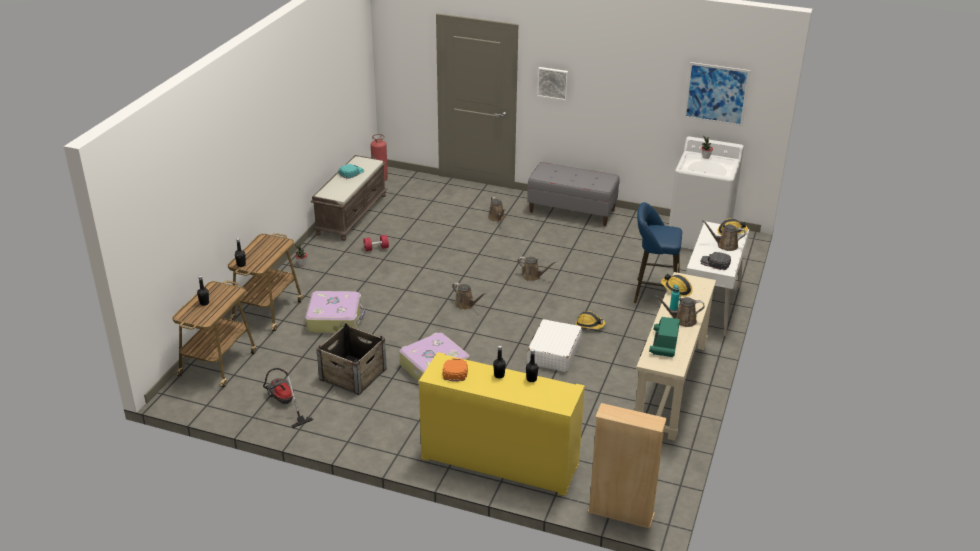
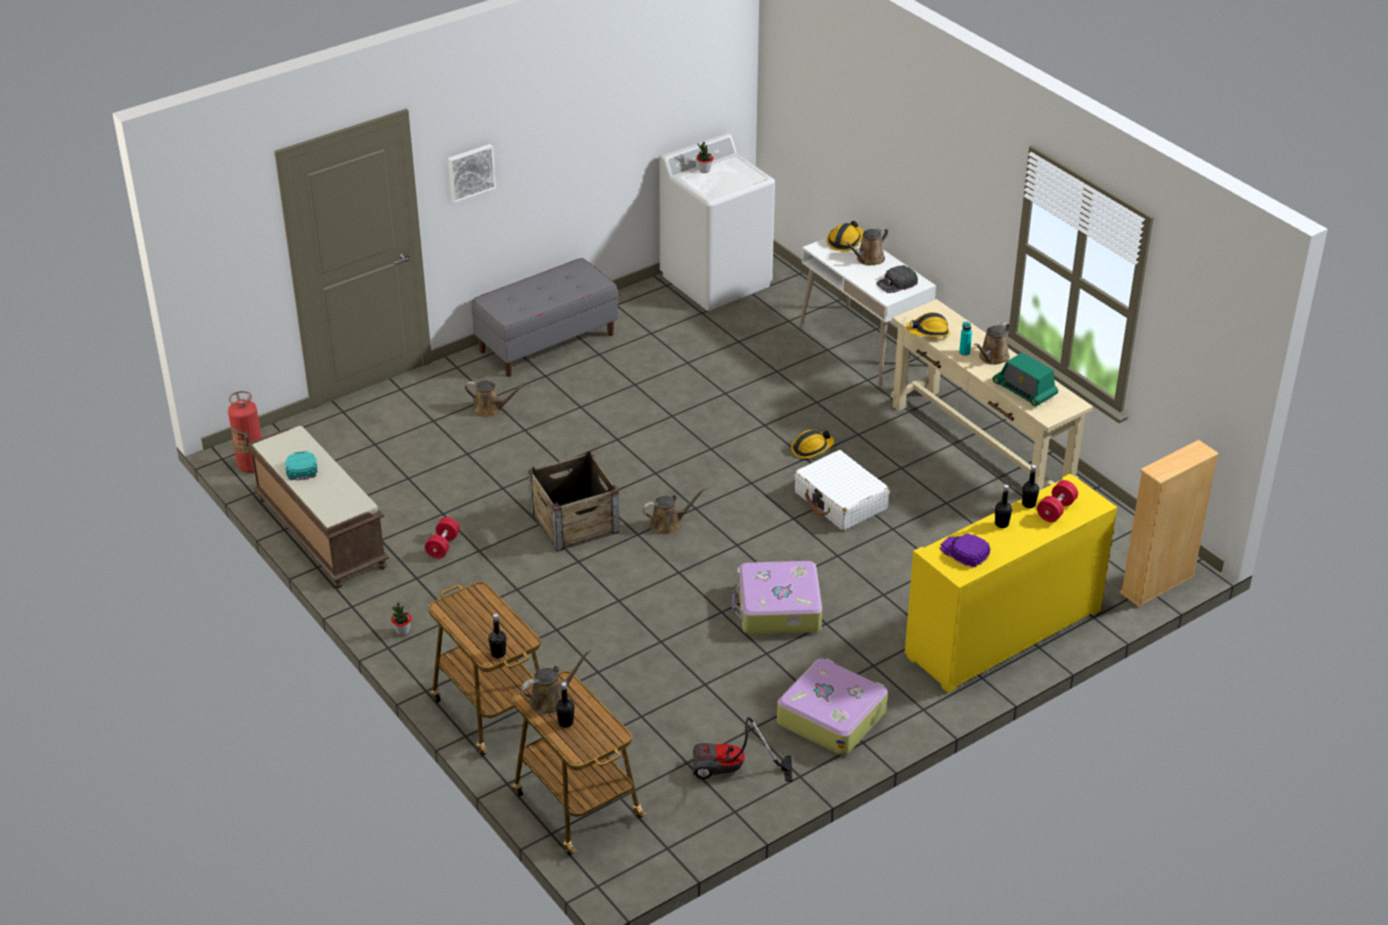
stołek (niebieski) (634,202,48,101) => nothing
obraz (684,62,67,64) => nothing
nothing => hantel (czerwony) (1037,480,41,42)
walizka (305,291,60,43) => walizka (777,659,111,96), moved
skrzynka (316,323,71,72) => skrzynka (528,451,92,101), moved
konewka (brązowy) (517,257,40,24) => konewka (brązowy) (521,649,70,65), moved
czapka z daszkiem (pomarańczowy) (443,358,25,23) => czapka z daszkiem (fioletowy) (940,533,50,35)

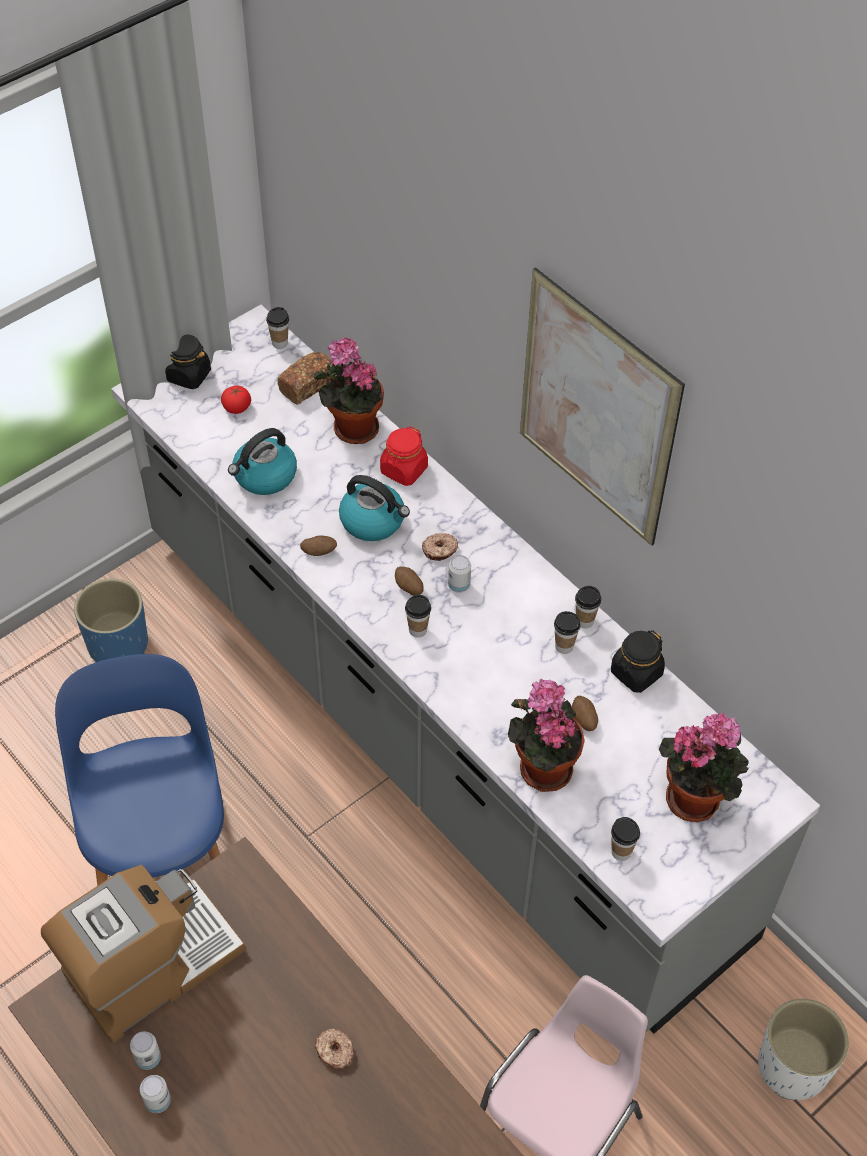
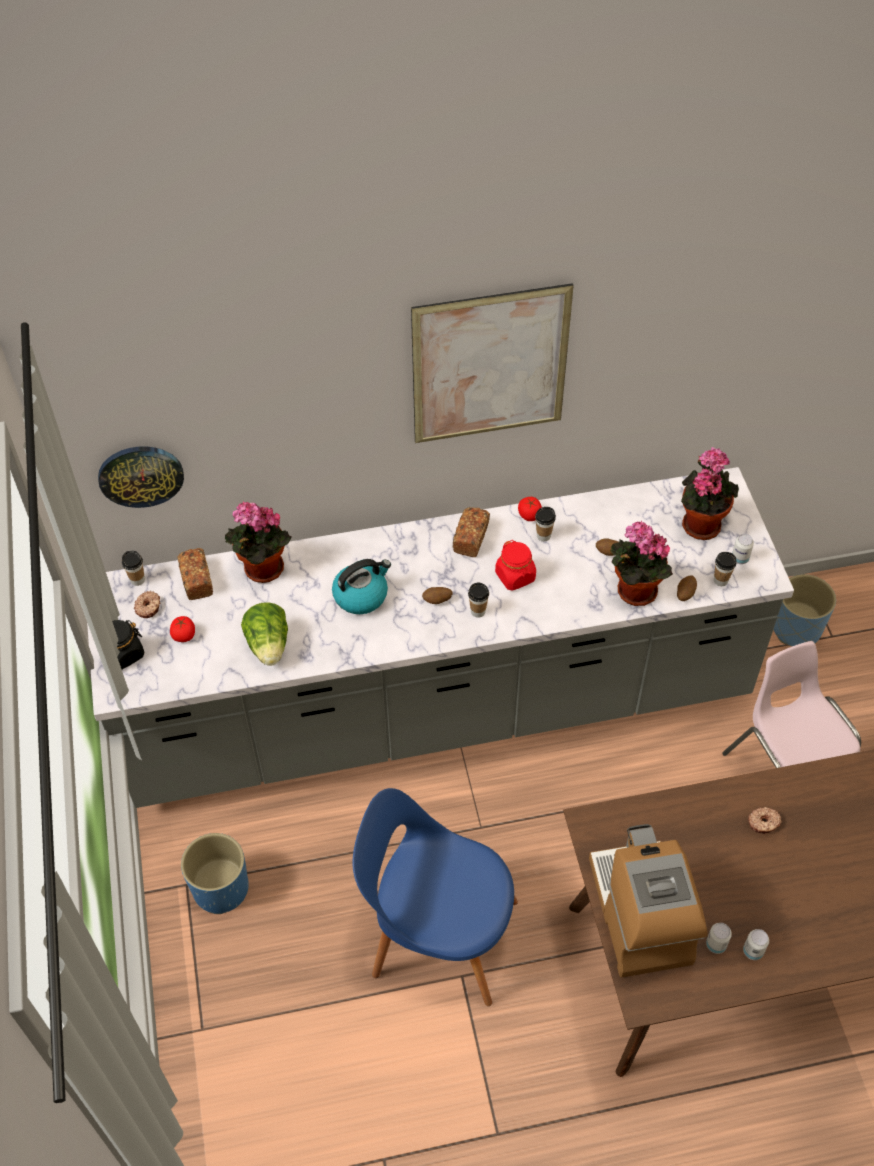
słoik (czarny) (611,630,54,63) => nothing
nothing => zegar ścienny (98,447,86,61)
nothing => chleb (453,507,37,50)
ziemniak (300,536,37,20) => ziemniak (677,575,20,26), moved
słoik (czerwony) (380,426,48,60) => słoik (czerwony) (495,540,41,51), moved
donut (422,533,37,28) => donut (134,591,26,27), moved
puszka (448,555,23,38) => puszka (732,534,22,30), moved
czajnik (228,428,69,67) => sałata (241,602,47,64)
filiżanka (575,586,26,42) => pomidor (518,497,24,24)
donica (biały) (758,999,91,101) => donica (niebieski) (773,574,63,72)

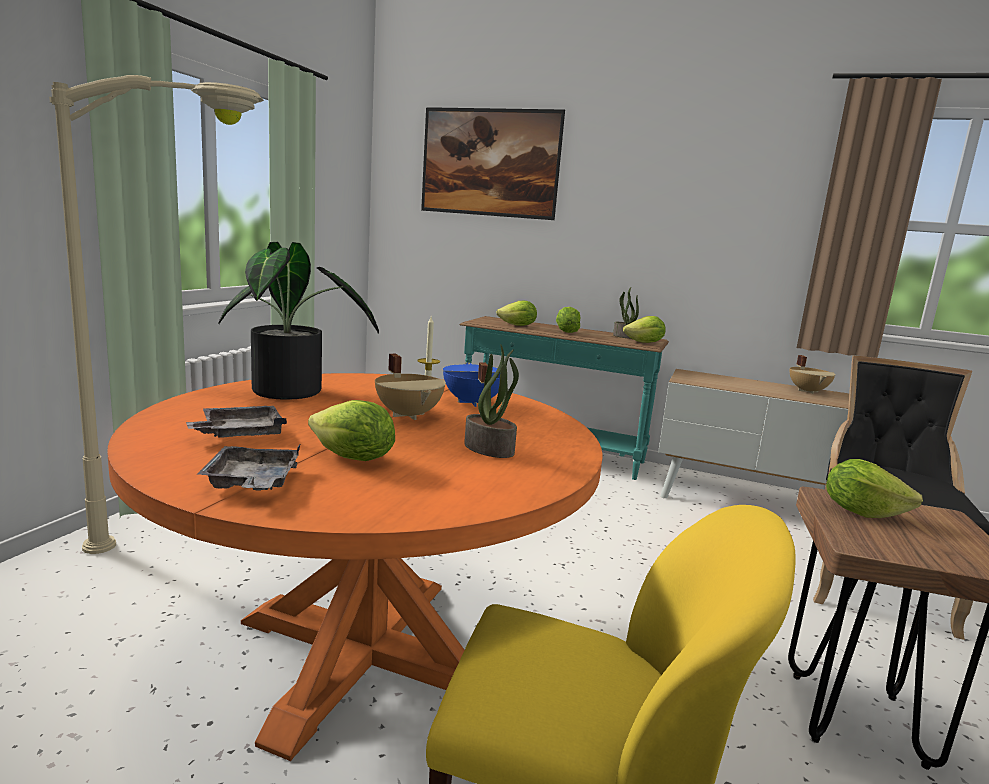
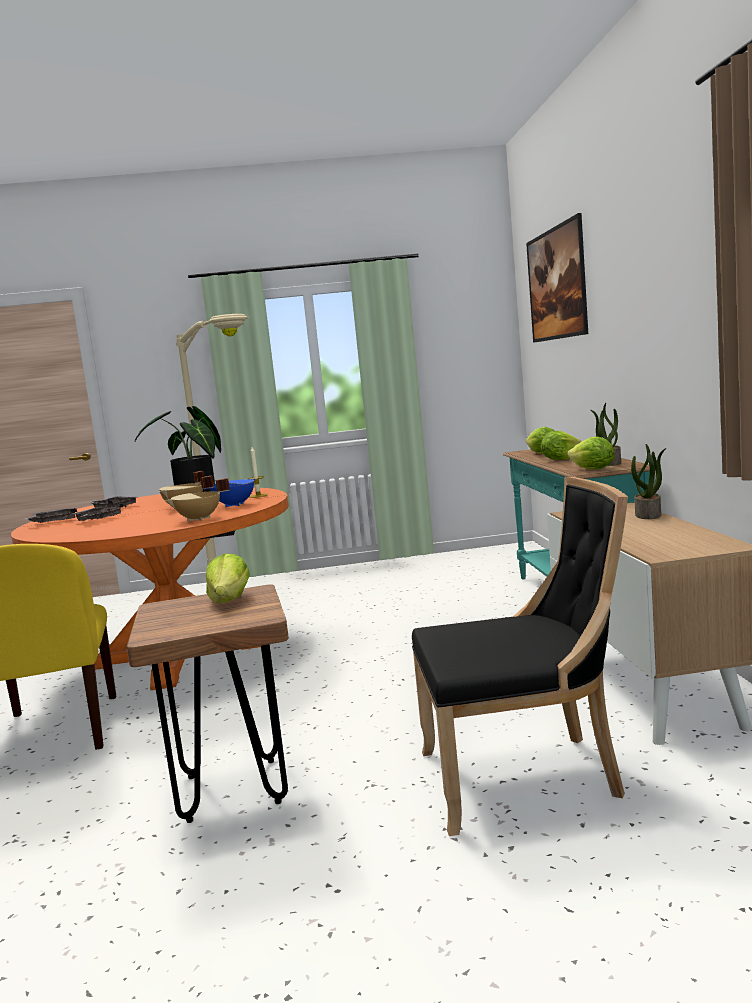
roślina doniczkowa (464,344,55,114) => roślina doniczkowa (631,444,35,75), moved
garnek (beżowy) (790,355,46,39) => garnek (beżowy) (165,478,65,43), moved
sałata (308,400,87,61) => taca (szary) (72,503,52,18)

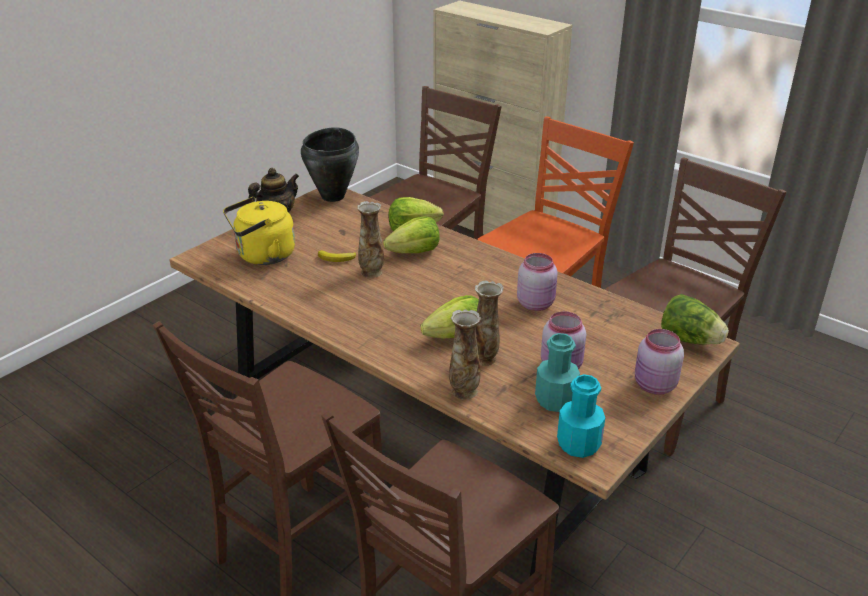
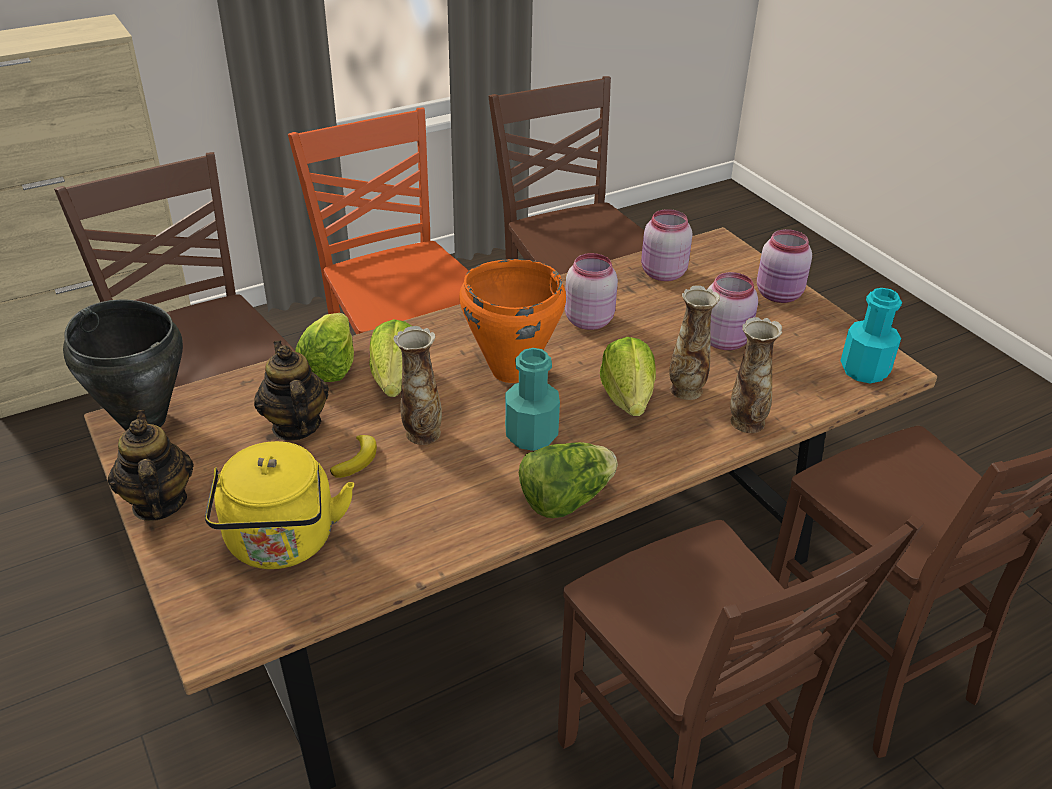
nothing => imbryk (254,341,75,100)
nothing => garnek (pomarańczowy) (459,259,107,124)
nothing => słoik (różowy) (641,209,52,72)
butelka (turkusowy) (535,333,45,79) => butelka (turkusowy) (505,348,55,103), moved
sałata (661,294,68,51) => sałata (519,442,99,76), moved

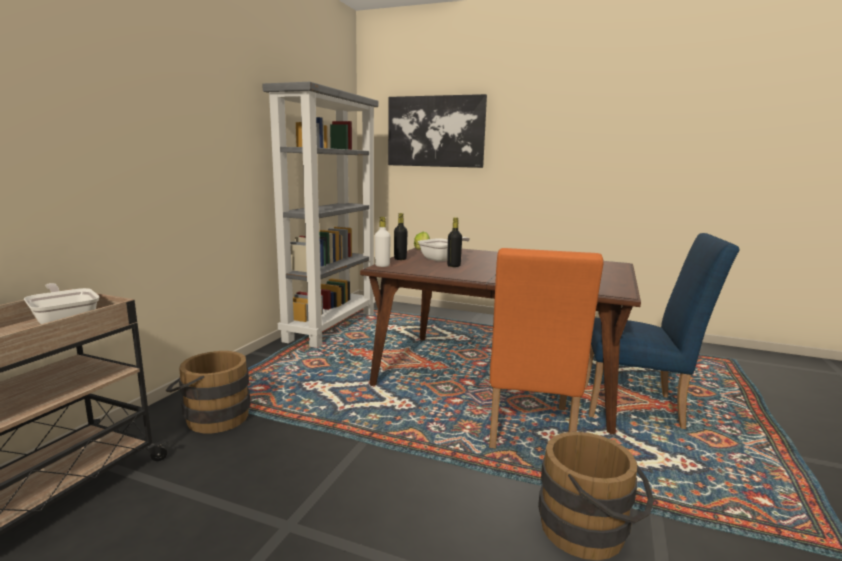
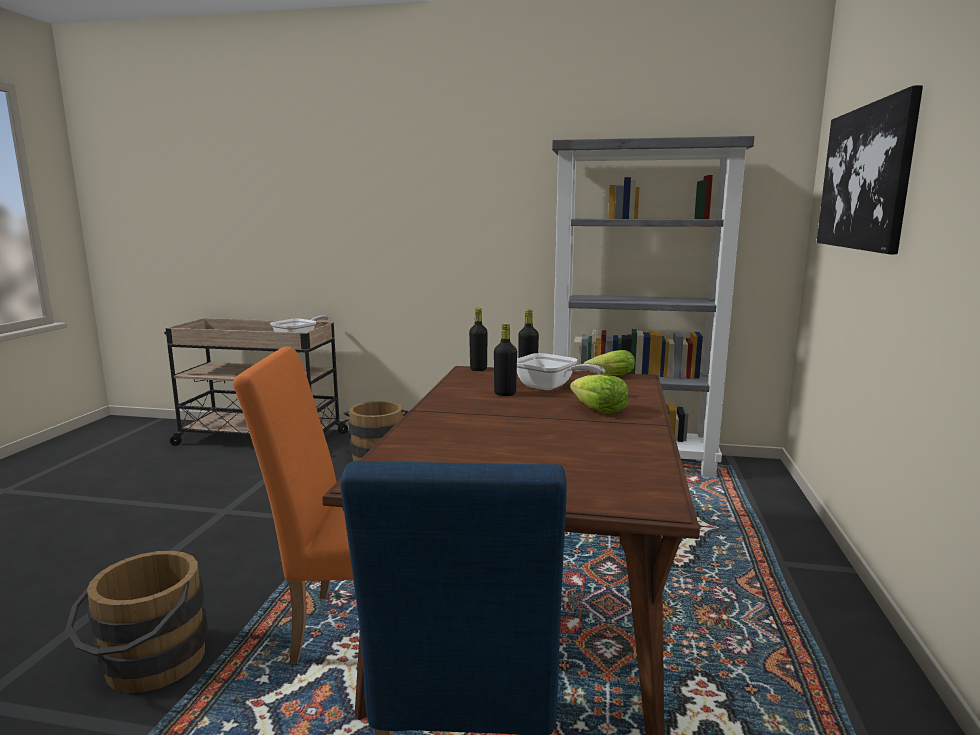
nothing => sałata (570,374,58,40)
butelka (biały) (375,217,16,50) => butelka (czarny) (469,308,19,63)

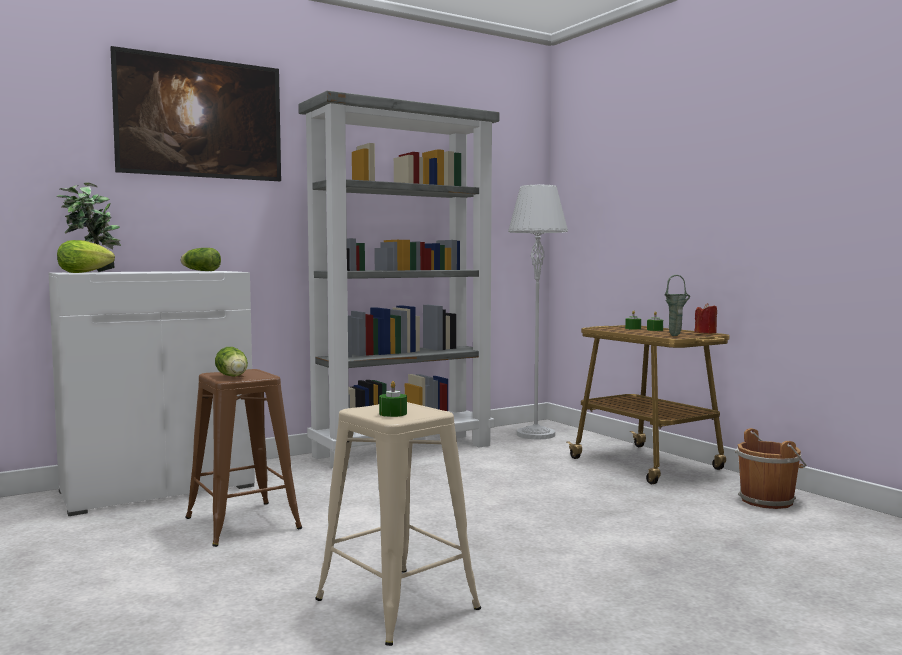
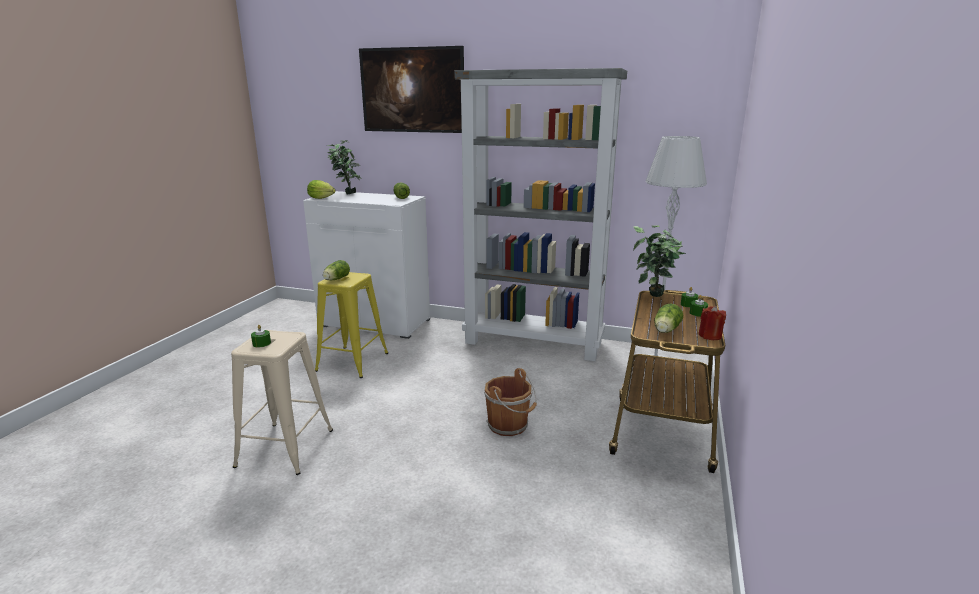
nothing => roślina doniczkowa (633,225,53,72)
wiadro (brązowy) (735,428,72,81) => wiadro (brązowy) (484,368,53,68), moved
wazon (zielony) (665,275,25,61) => sałata (654,304,29,29)
stołek (brązowy) (185,369,117,178) => stołek (żółty) (315,272,73,106)

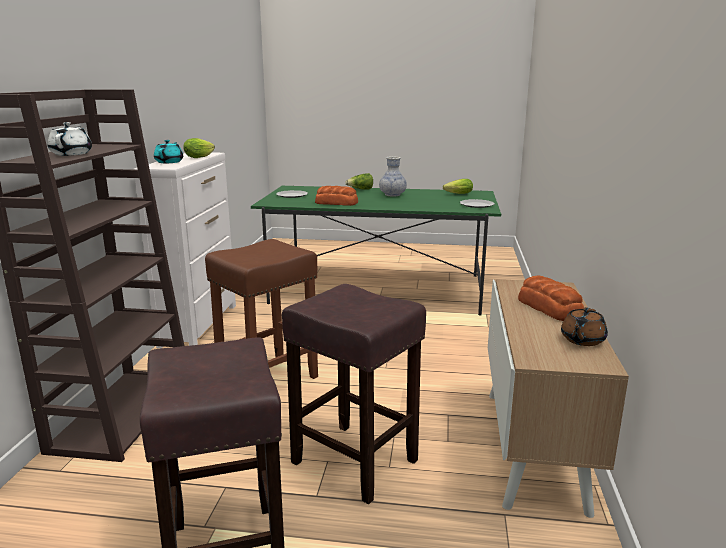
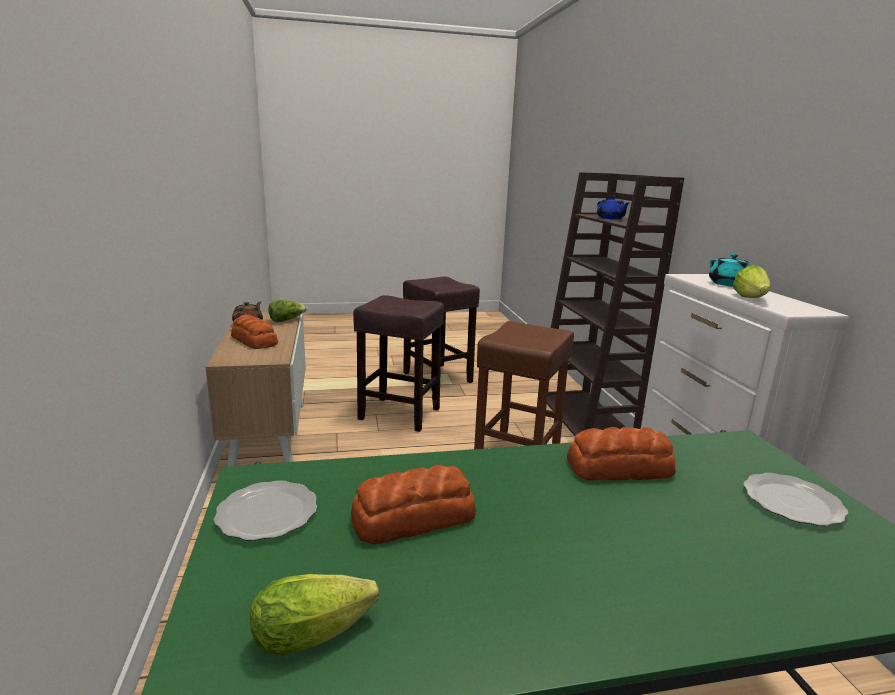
wazon (379,156,28,41) => nothing
nothing => chleb (351,464,125,80)
sałata (345,173,28,17) => sałata (269,300,38,22), moved
imbryk (biały) (48,122,44,34) => imbryk (niebieski) (597,196,32,23)

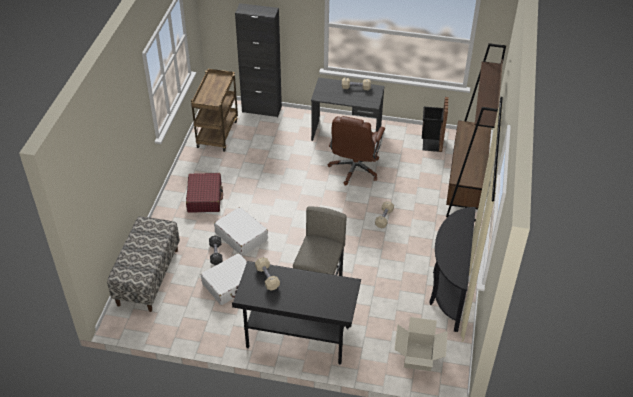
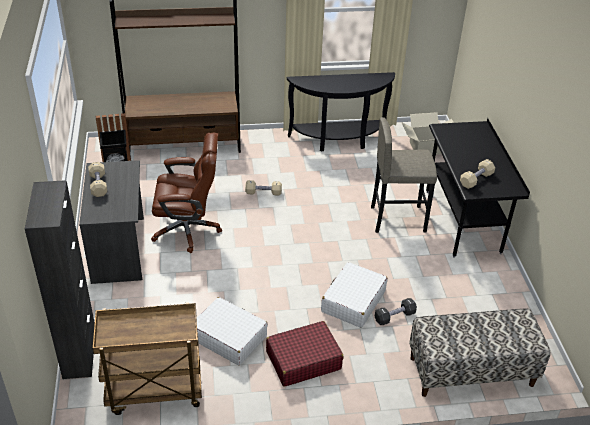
walizka (biały) (201,253,46,52) => walizka (biały) (197,297,71,68), moved

